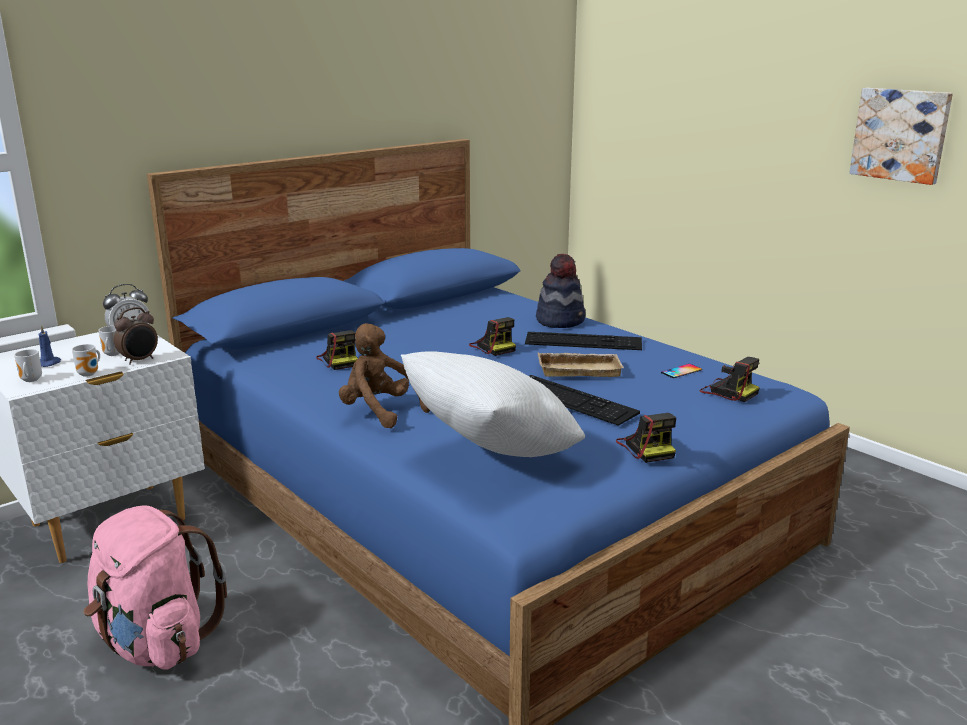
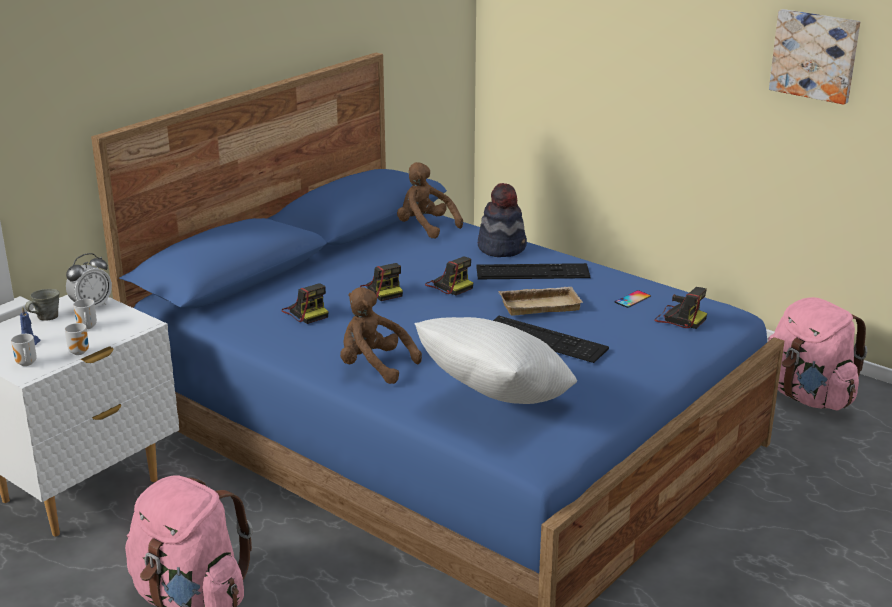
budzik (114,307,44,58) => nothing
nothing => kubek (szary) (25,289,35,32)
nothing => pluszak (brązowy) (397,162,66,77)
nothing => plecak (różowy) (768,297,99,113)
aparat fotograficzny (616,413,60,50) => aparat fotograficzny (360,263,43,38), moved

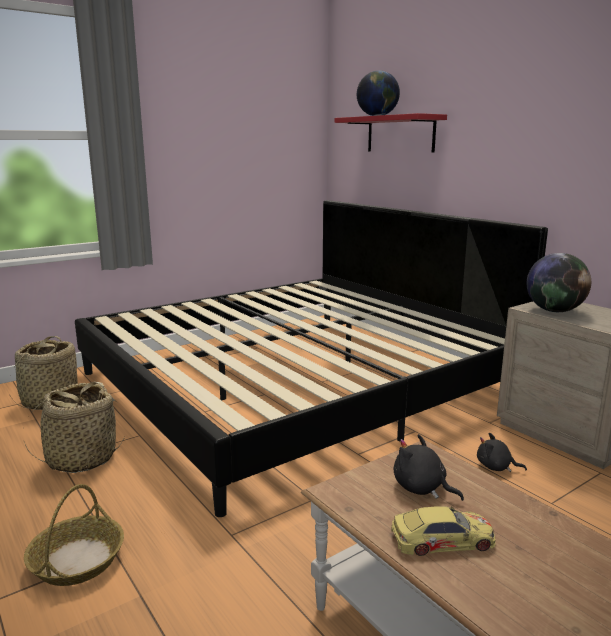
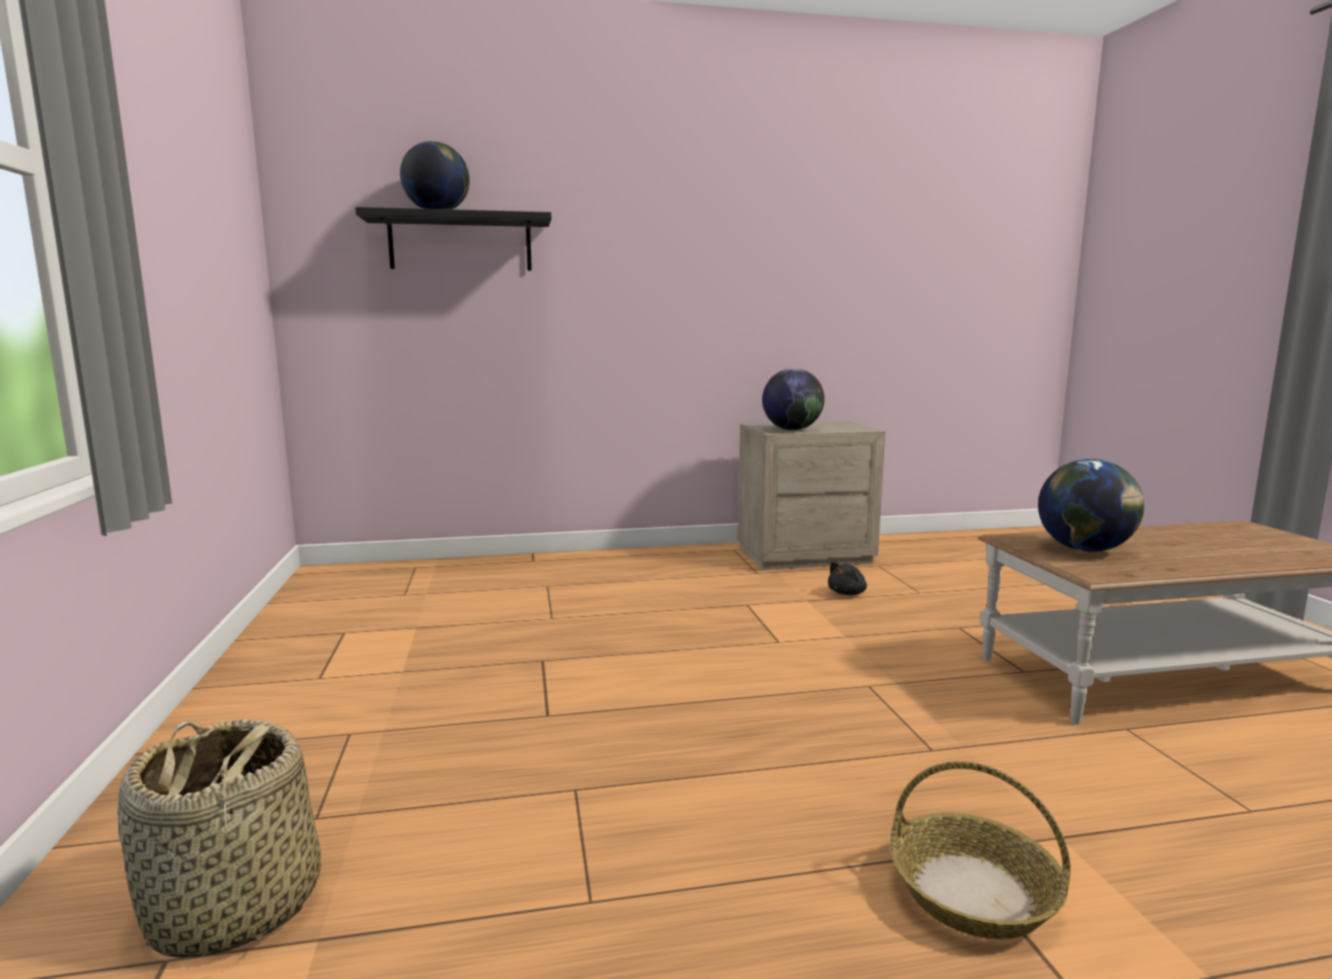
koszyk (23,382,102,91) => nothing
łóżko (75,200,473,317) => nothing
samochodzik (392,506,104,50) => nothing
pluszak (czarny) (394,434,70,67) => globus (1038,459,106,93)
półka (czerwony) (334,113,113,39) => półka (czarny) (355,207,196,64)

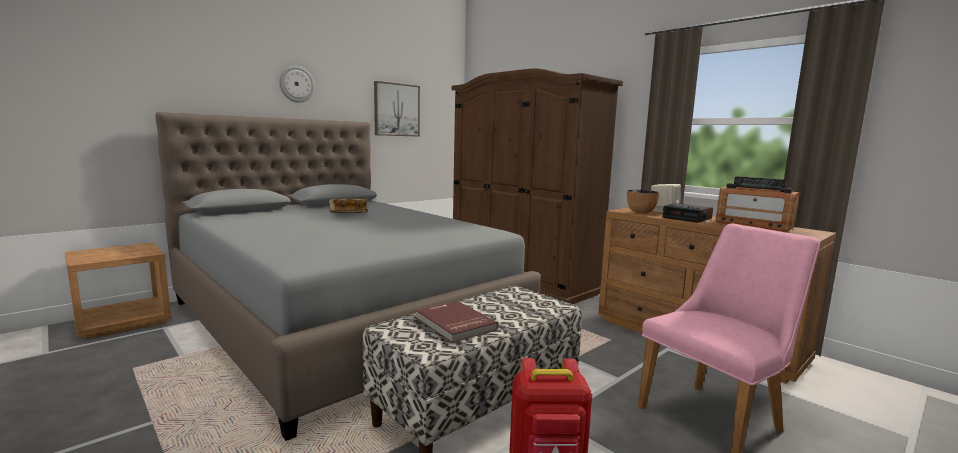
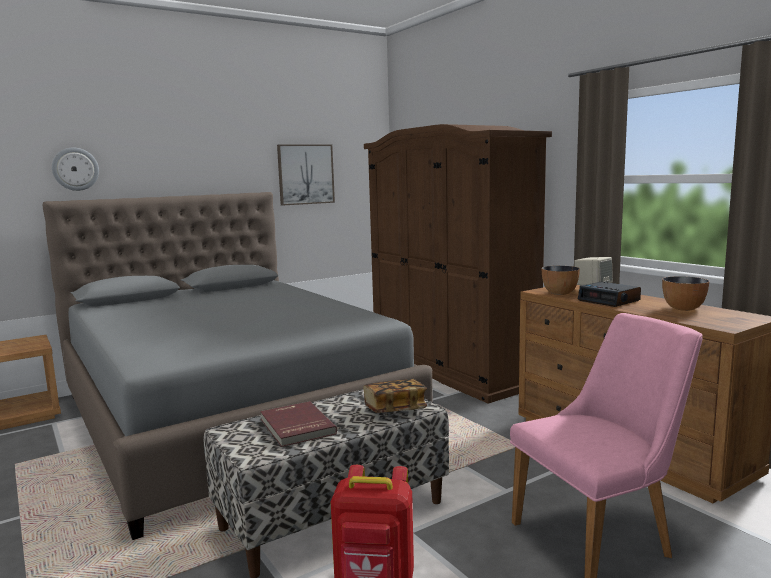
zegar ścienny (279,66,36,37) => zegar ścienny (52,148,47,43), moved
książka (329,198,39,15) => książka (363,379,64,34), moved
radio (715,176,85,56) => miska (662,276,47,35)

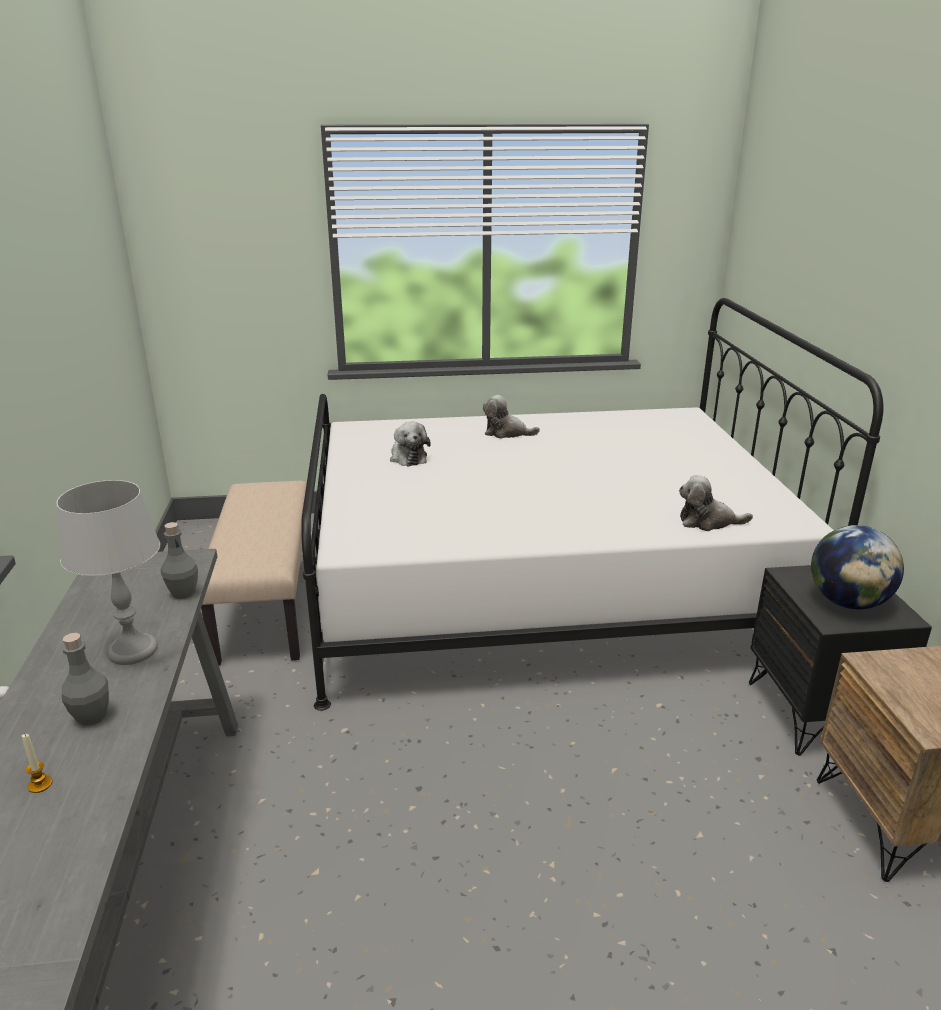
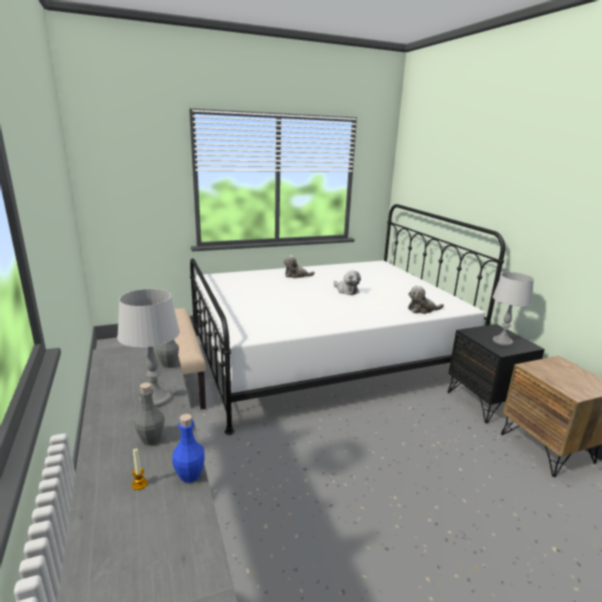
nothing => butelka (niebieski) (172,414,33,69)
pluszak (390,422,41,44) => pluszak (334,271,27,24), moved
globus (811,525,93,84) => lampa stołowa (szary) (493,272,41,74)

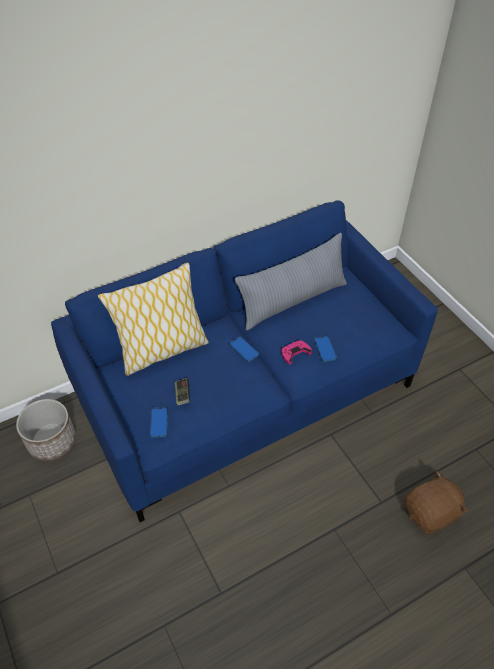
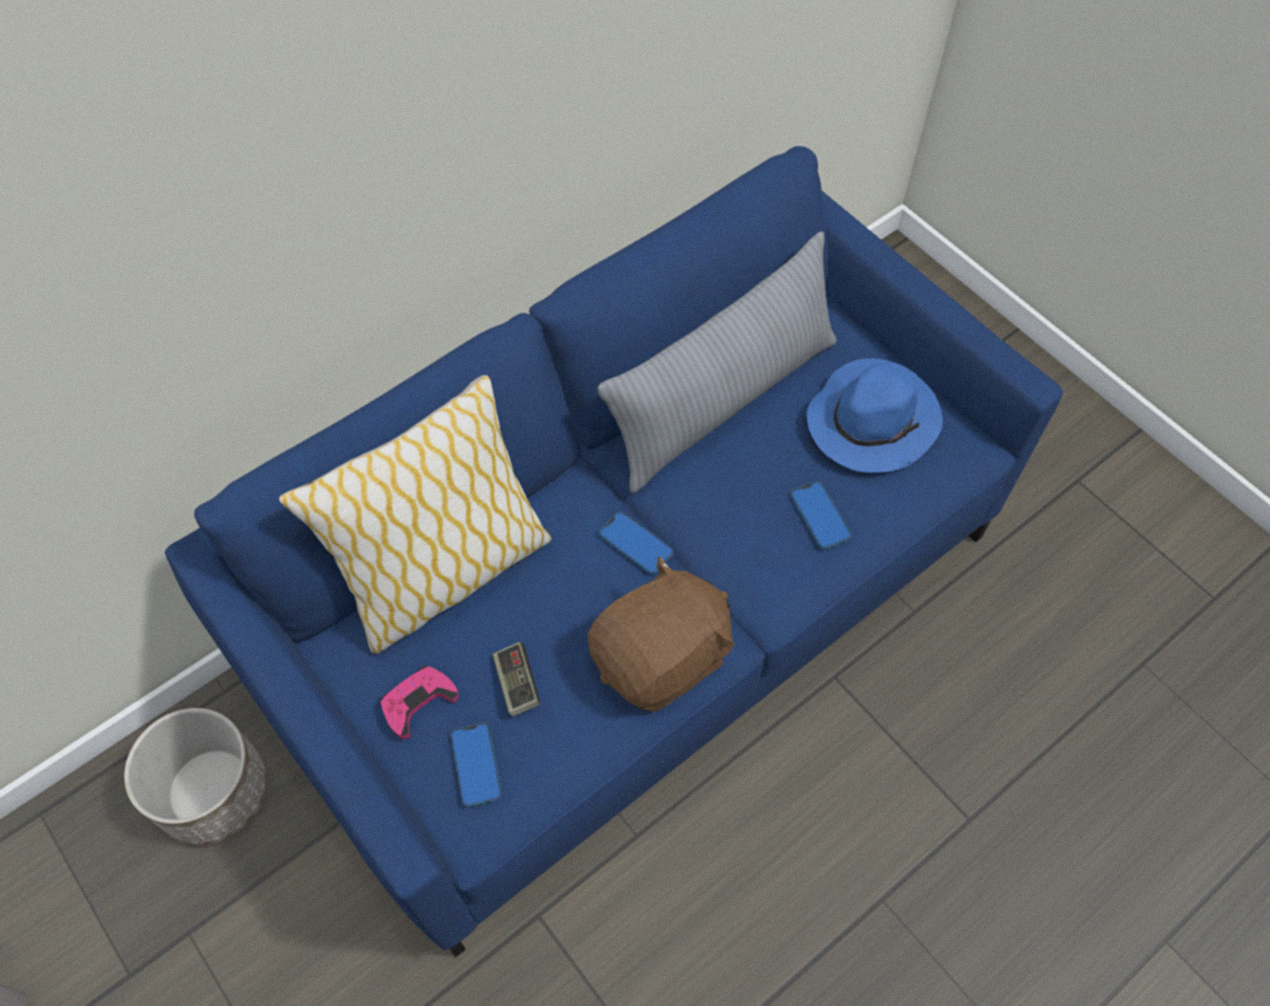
nothing => kapelusz (niebieski) (807,358,136,115)
pad do gier (różowy) (281,340,31,24) => pad do gier (różowy) (381,665,78,74), moved
pluszak (brązowy) (404,471,64,63) => pluszak (brązowy) (587,556,148,156), moved

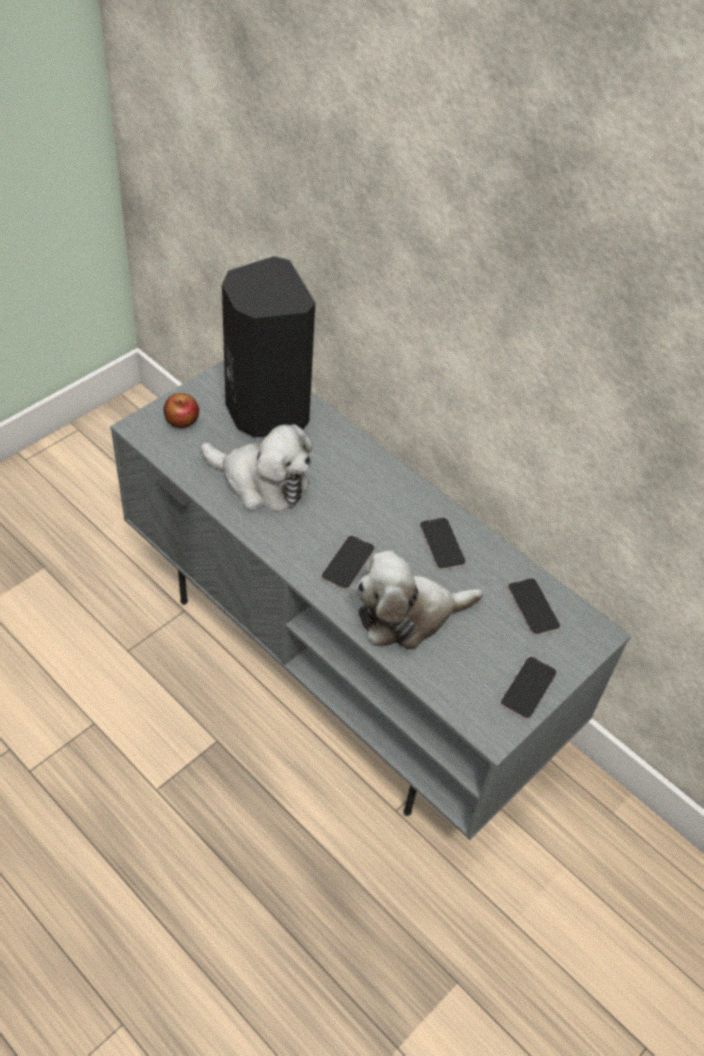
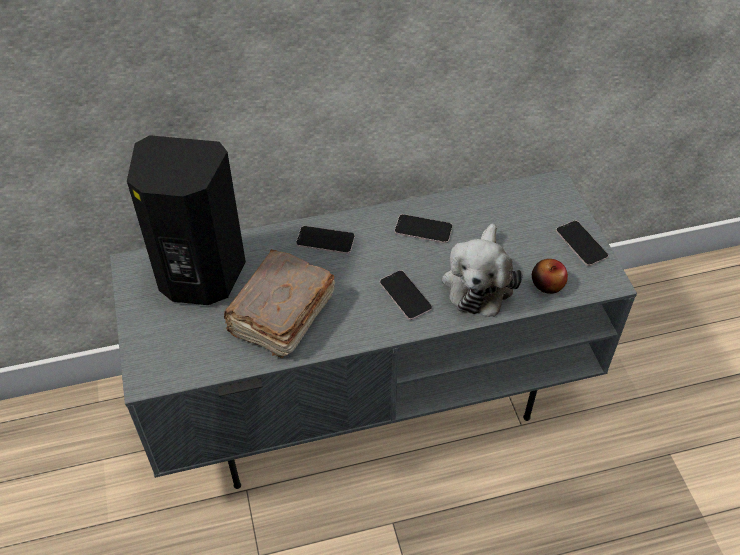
jabłko (164,393,35,35) => jabłko (532,259,36,35), moved
telefon (507,578,54,58) => telefon (296,226,59,28), moved
pluszak (201,424,112,87) => książka (brązowy) (224,249,111,109)

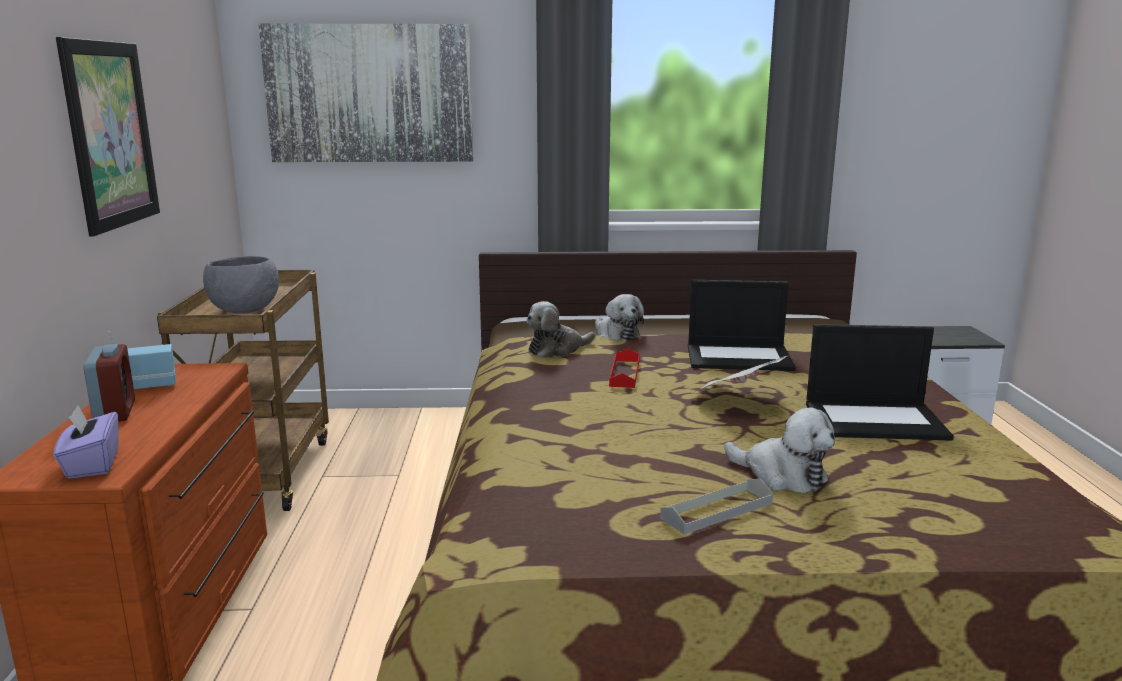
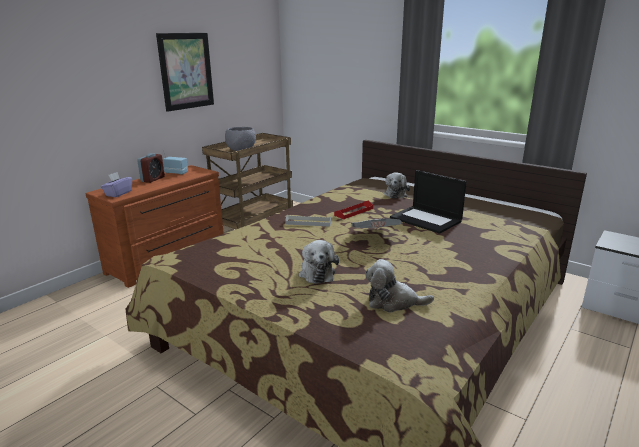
obraz (258,23,215,139) => nothing
laptop (806,324,148,117) => nothing
pluszak (526,301,69,57) => pluszak (365,259,69,54), moved
taca (szary) (660,479,113,56) => taca (szary) (285,215,47,12), moved

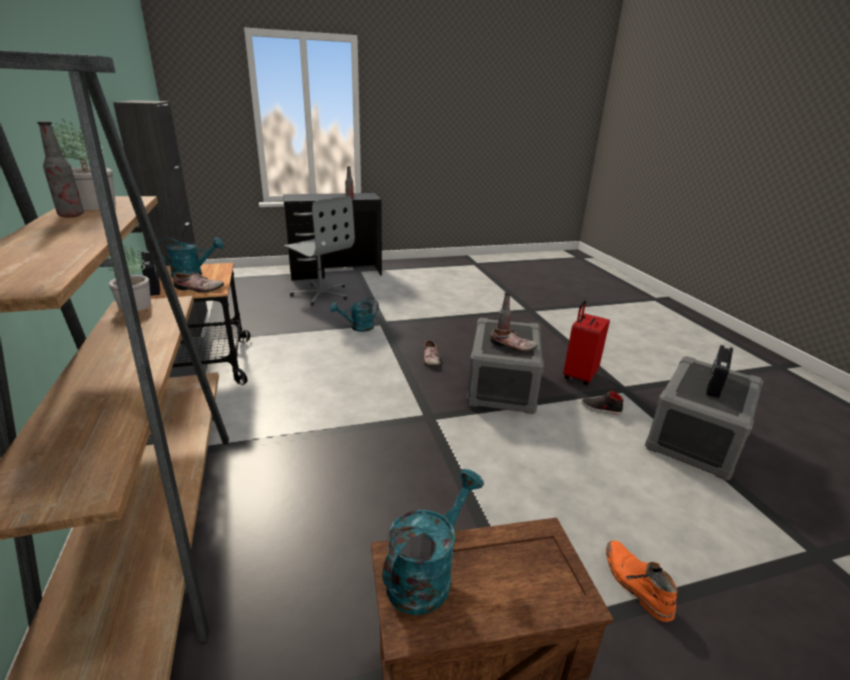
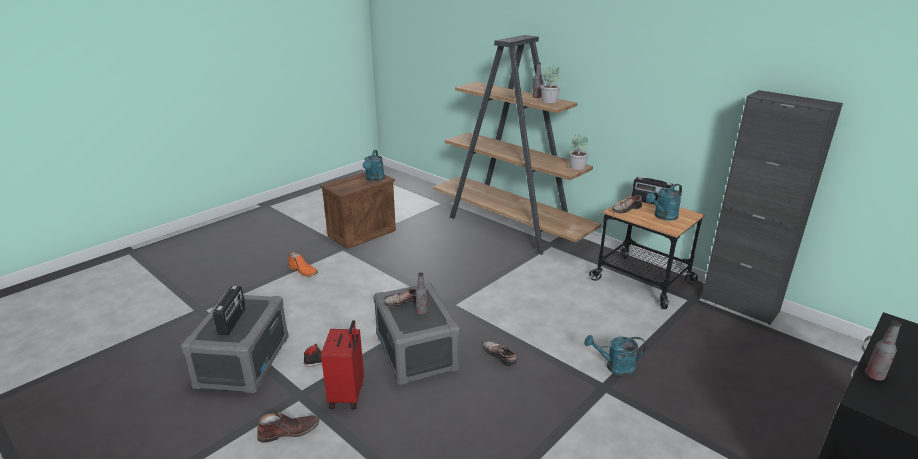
krzesło biurowe (szary) (284,196,71,110) => nothing
nothing => but z cholewką (brązowy) (257,412,62,31)
konewka (turkusowy) (330,298,49,34) => konewka (turkusowy) (584,335,62,41), 120 degrees counterclockwise

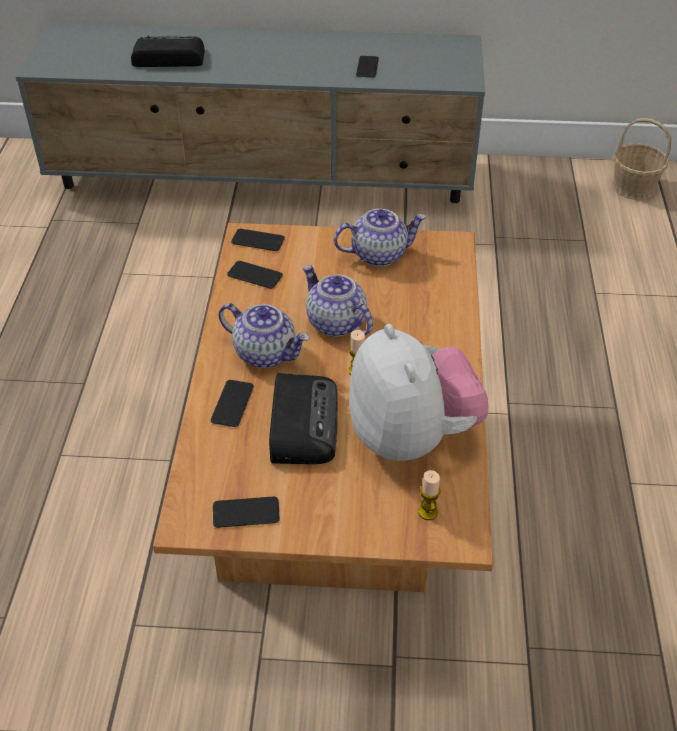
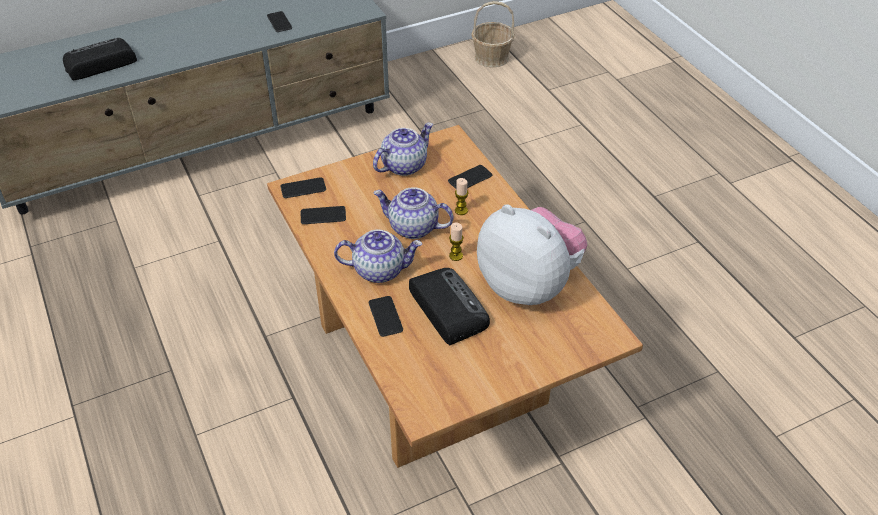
telefon (213,497,67,31) => telefon (448,165,44,24), moved
świeca (418,470,22,50) => świeca (455,178,14,37), moved

